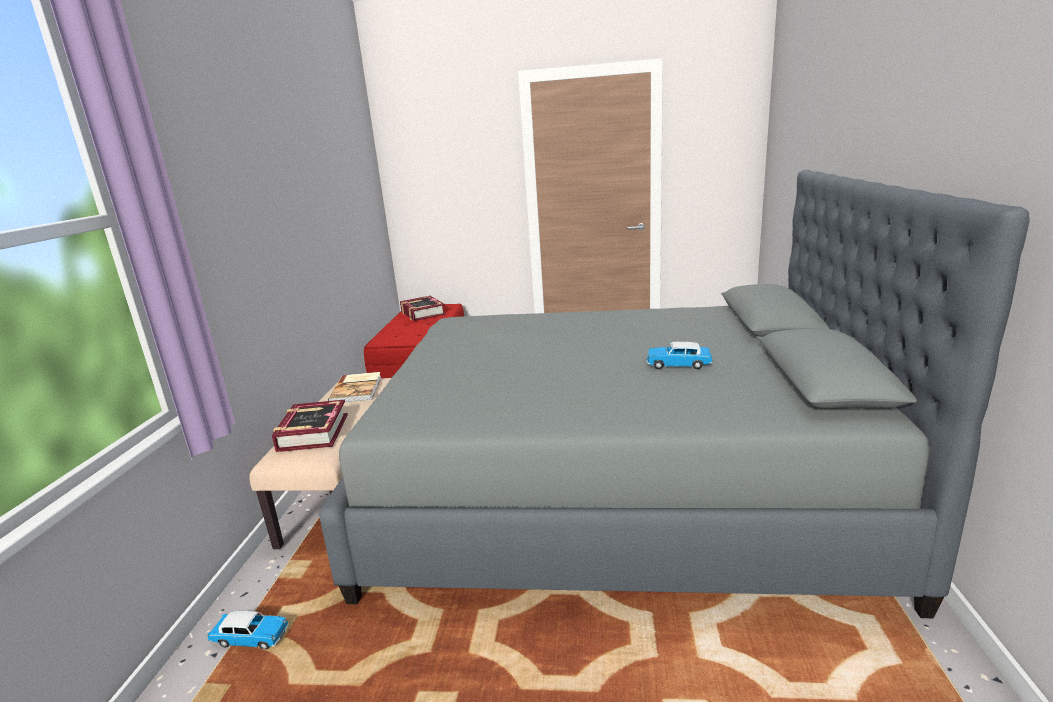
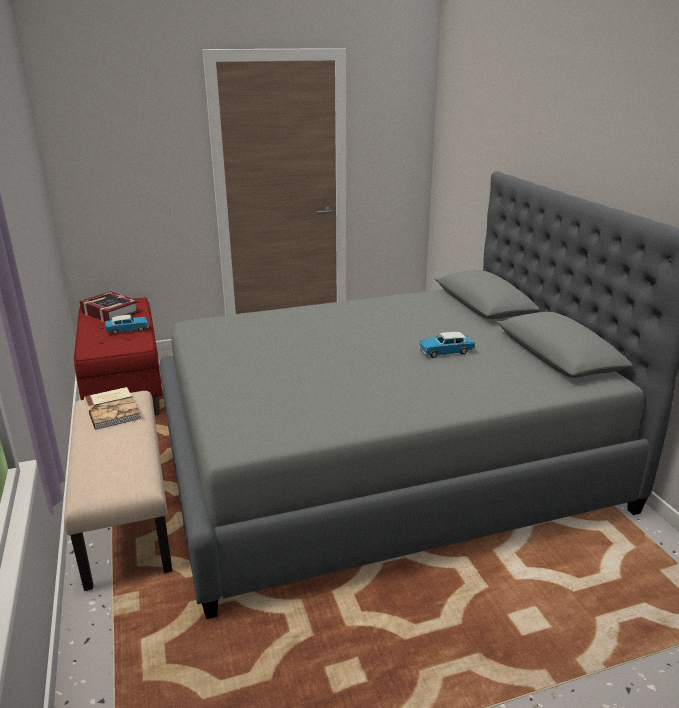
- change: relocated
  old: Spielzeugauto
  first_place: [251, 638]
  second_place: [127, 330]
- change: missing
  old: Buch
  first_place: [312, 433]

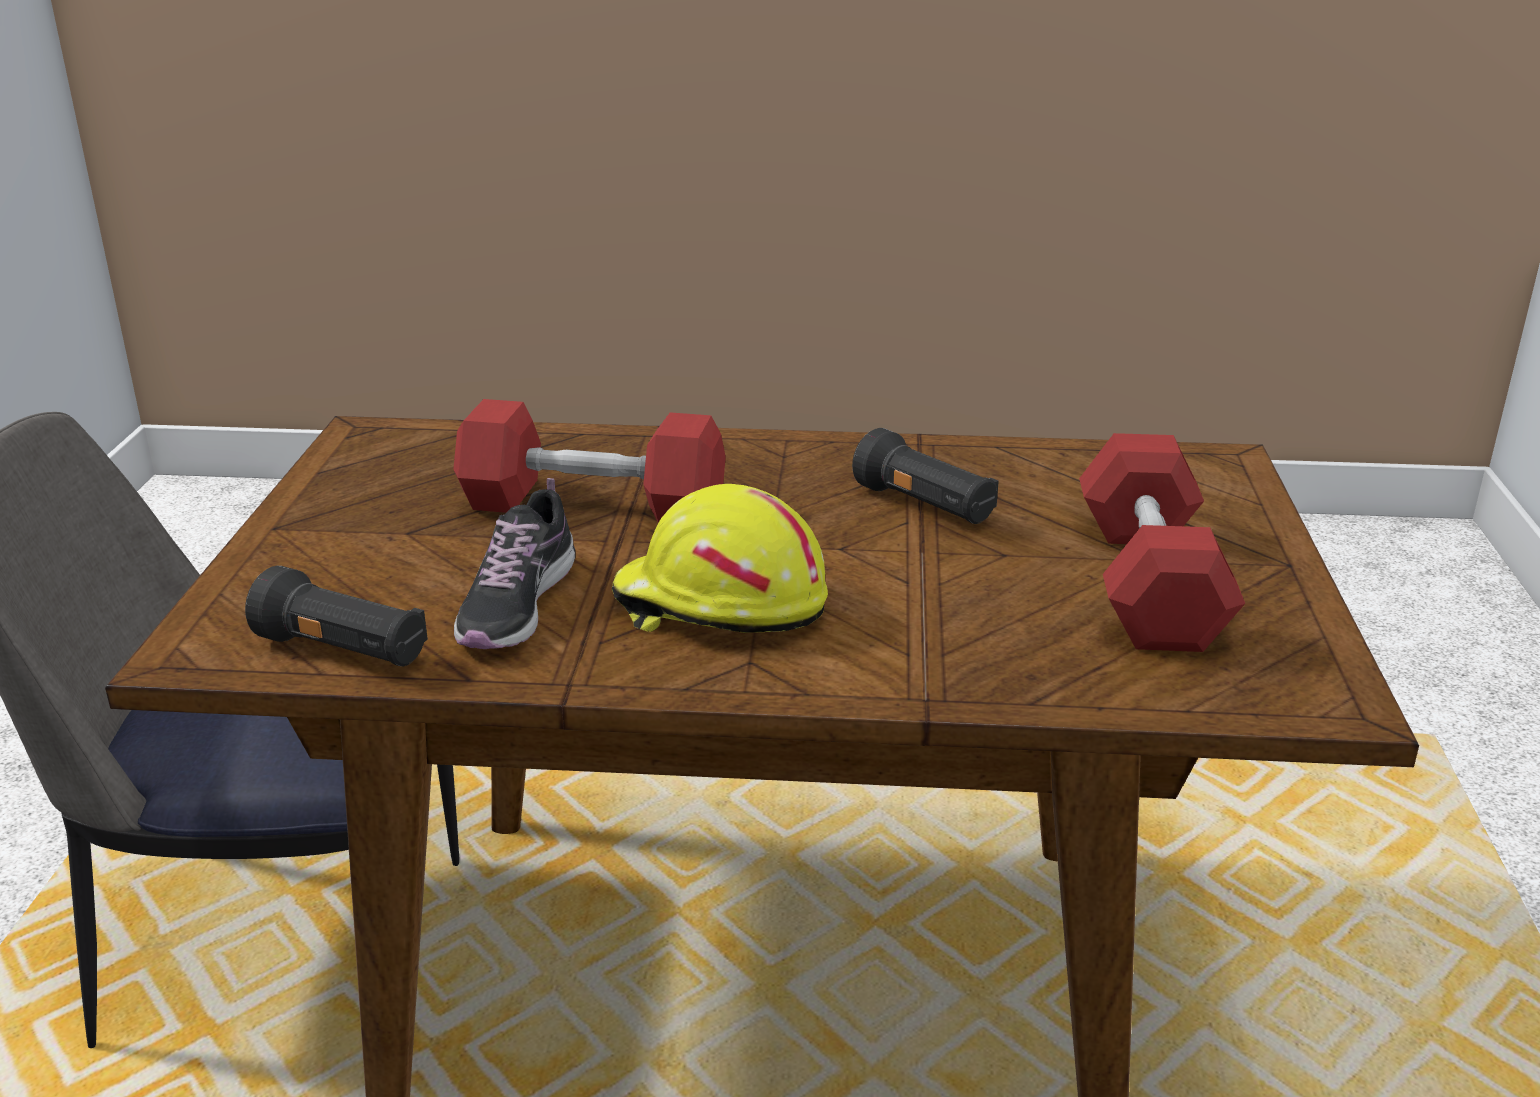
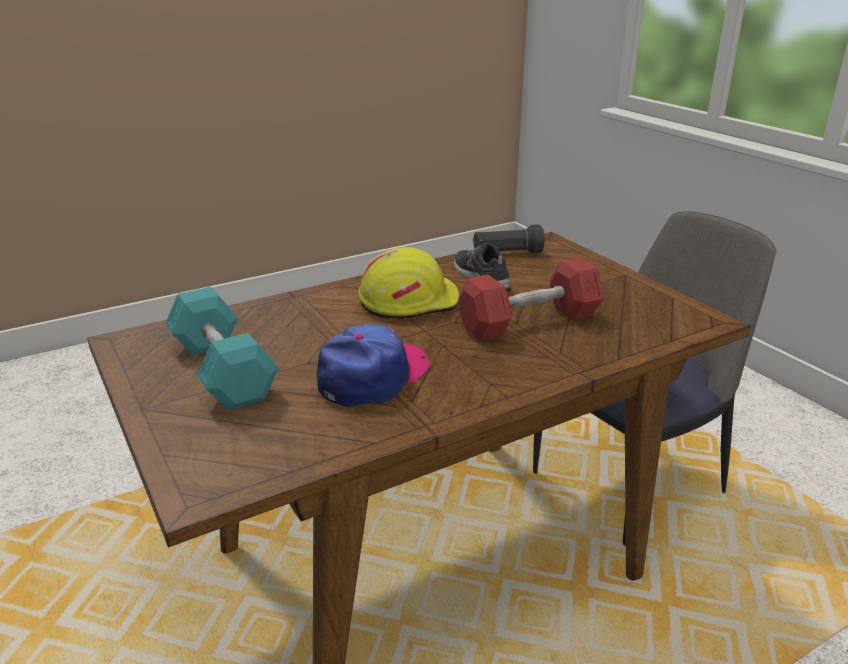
- change: exchanged
  old: Taschenlampe [schwarz]
  new: Kappe
  first_place: [925, 507]
  second_place: [373, 376]
- change: colour
  old: Hantel [rot]
  new: Hantel [türkis]
  first_place: [1149, 583]
  second_place: [222, 370]

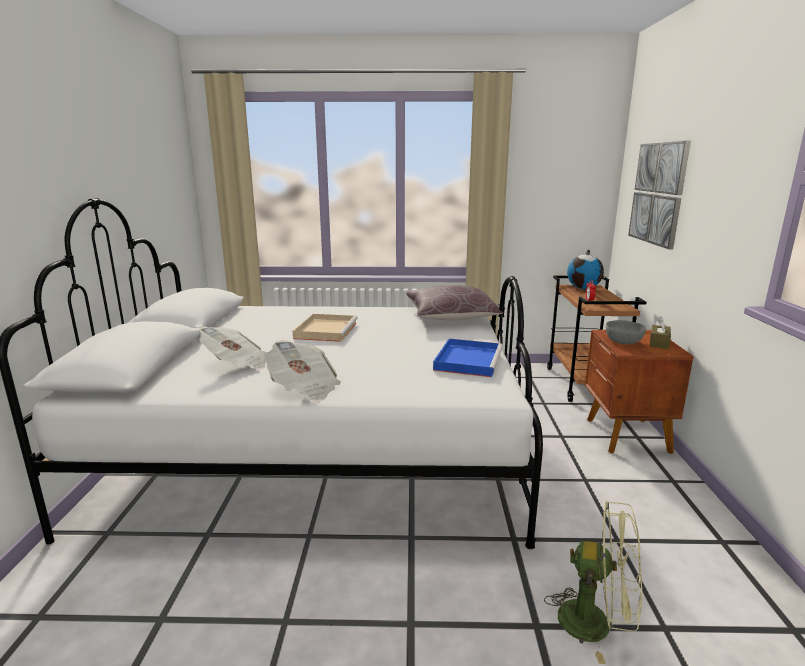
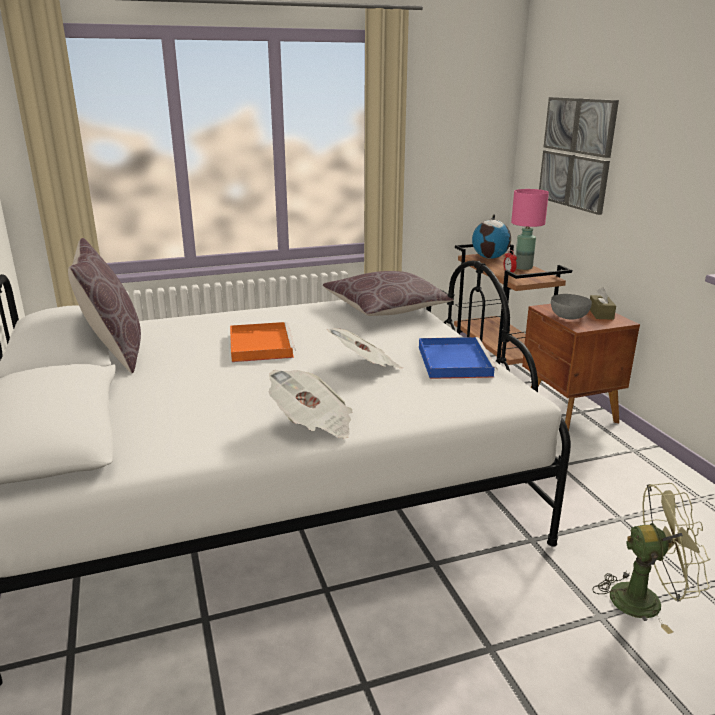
- change: relocated
  old: Zeitung
  first_place: [237, 364]
  second_place: [365, 366]
- change: colour
  old: Tablett [beige]
  new: Tablett [orange]
  first_place: [326, 330]
  second_place: [260, 345]
- change: appeared
  new: Kissen [braun]
  second_place: [114, 352]
- change: appeared
  new: Tischlampe [rosa]
  second_place: [523, 267]

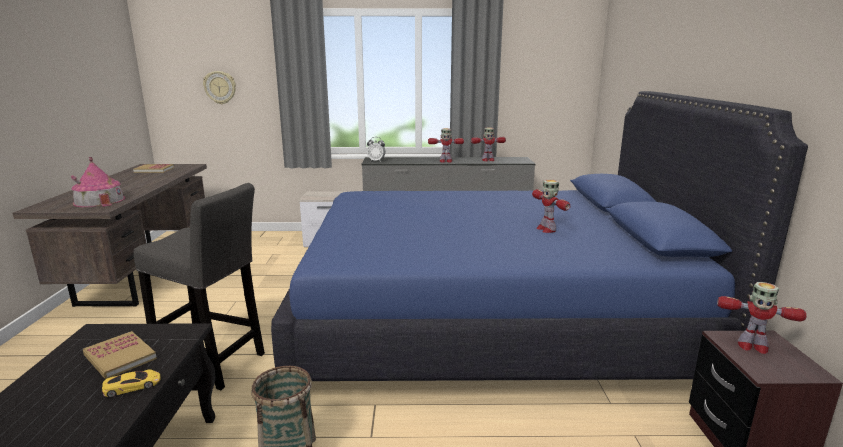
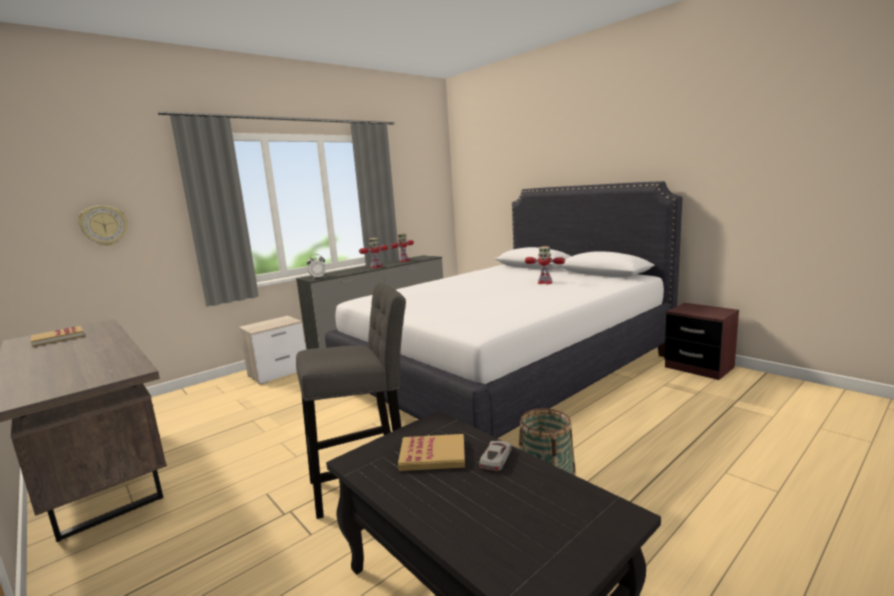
- change: missing
  old: Spielzeughaus
  first_place: [99, 201]
- change: colour
  old: Spielzeugauto [gelb]
  new: Spielzeugauto [grau]
  first_place: [132, 386]
  second_place: [496, 458]
- change: colour
  old: Bett [blau]
  new: Bett [weiß]
  first_place: [490, 323]
  second_place: [507, 371]
- change: missing
  old: Spielzeugroboter
  first_place: [752, 346]

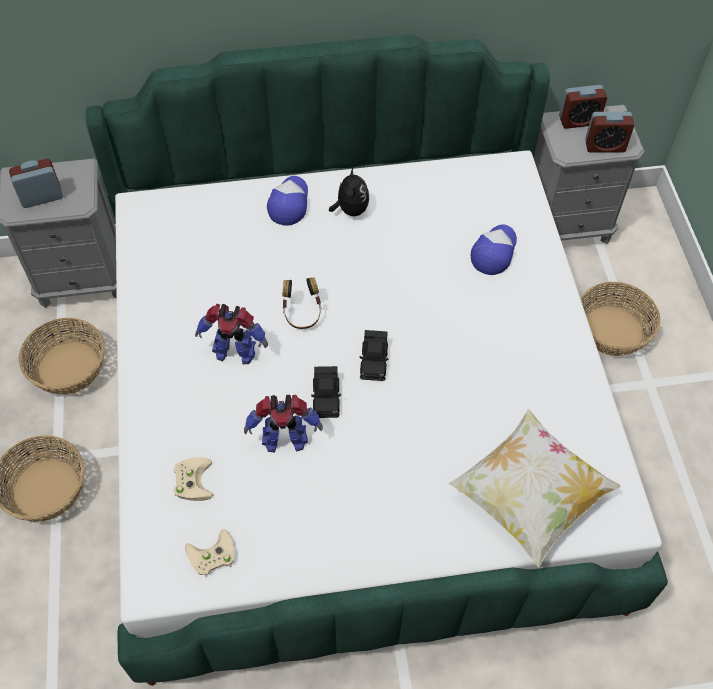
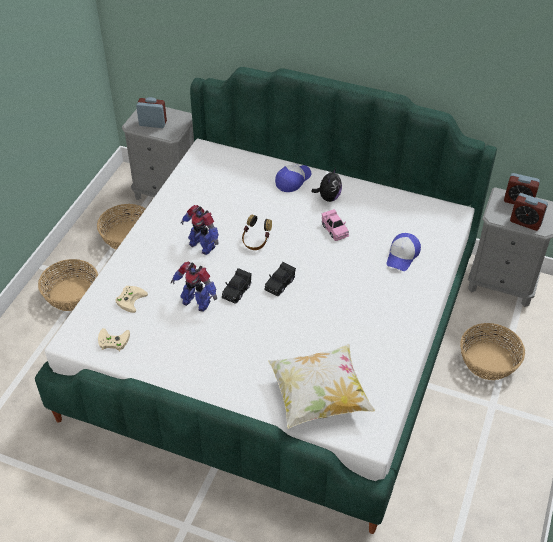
- change: spun
  old: Kappe
  first_place: [494, 252]
  second_place: [402, 255]
  degrees: 150
- change: appeared
  new: Spielzeugauto [rosa]
  second_place: [334, 230]

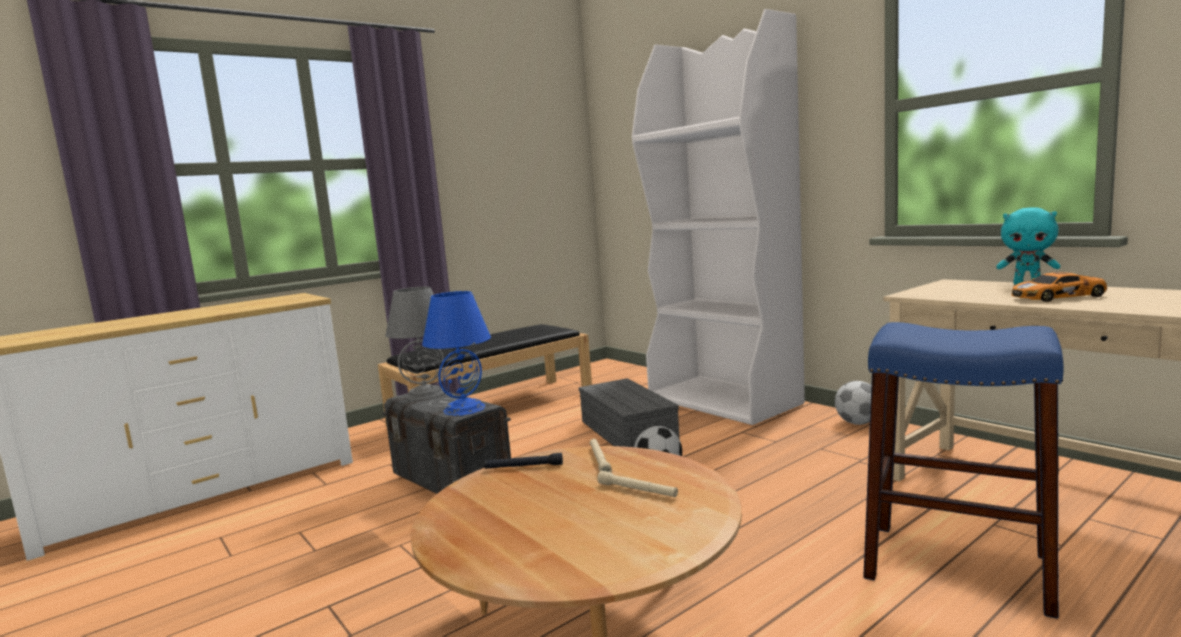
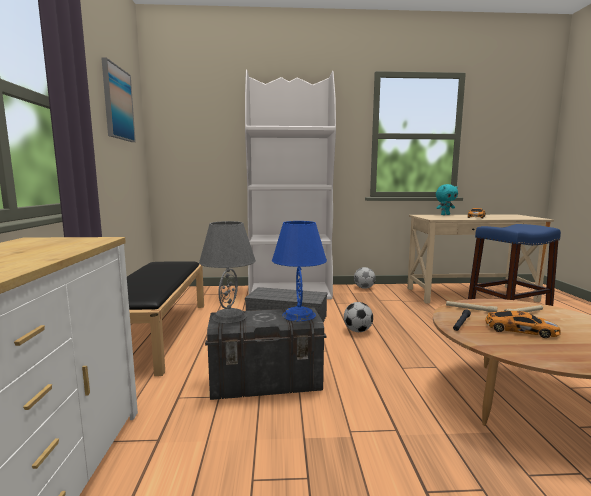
- change: appeared
  new: Bild
  second_place: [117, 103]
- change: appeared
  new: Spielzeugauto
  second_place: [518, 330]

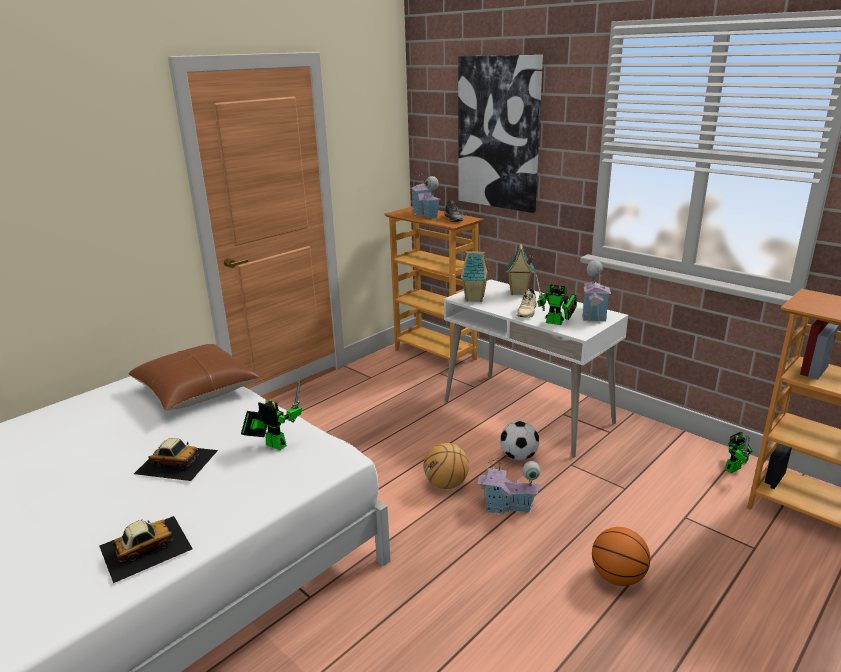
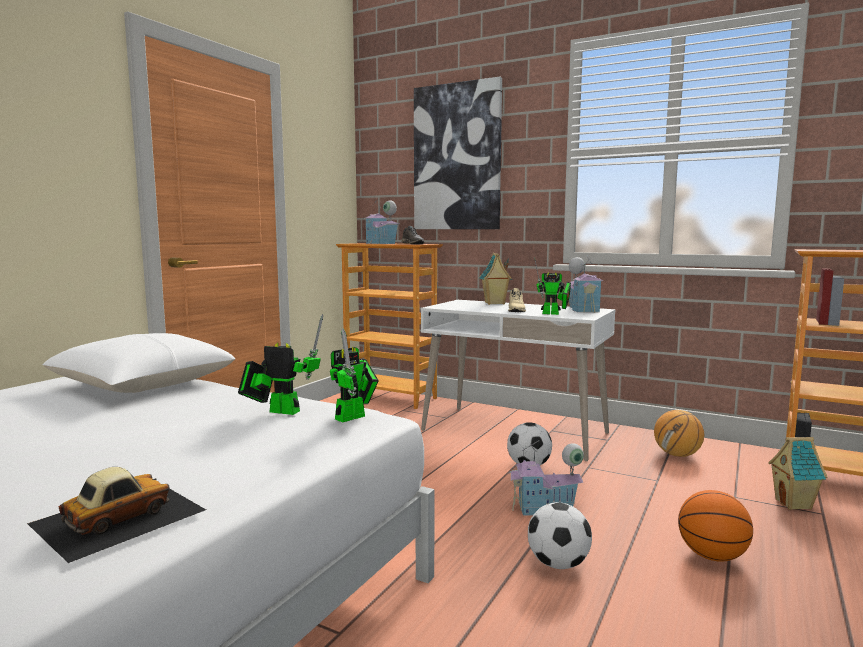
- change: colour
  old: Kissen [braun]
  new: Kissen [weiß]
  first_place: [196, 390]
  second_place: [143, 384]
- change: missing
  old: Spielzeugauto
  first_place: [176, 461]
- change: relocated
  old: Basketball
  first_place: [446, 484]
  second_place: [677, 455]
- change: relocated
  old: Spielzeughaus
  first_place: [475, 299]
  second_place: [794, 504]
- change: relocated
  old: Spielzeugroboter
  first_place: [734, 468]
  second_place: [354, 416]
- change: appeared
  new: Fußball
  second_place: [558, 564]

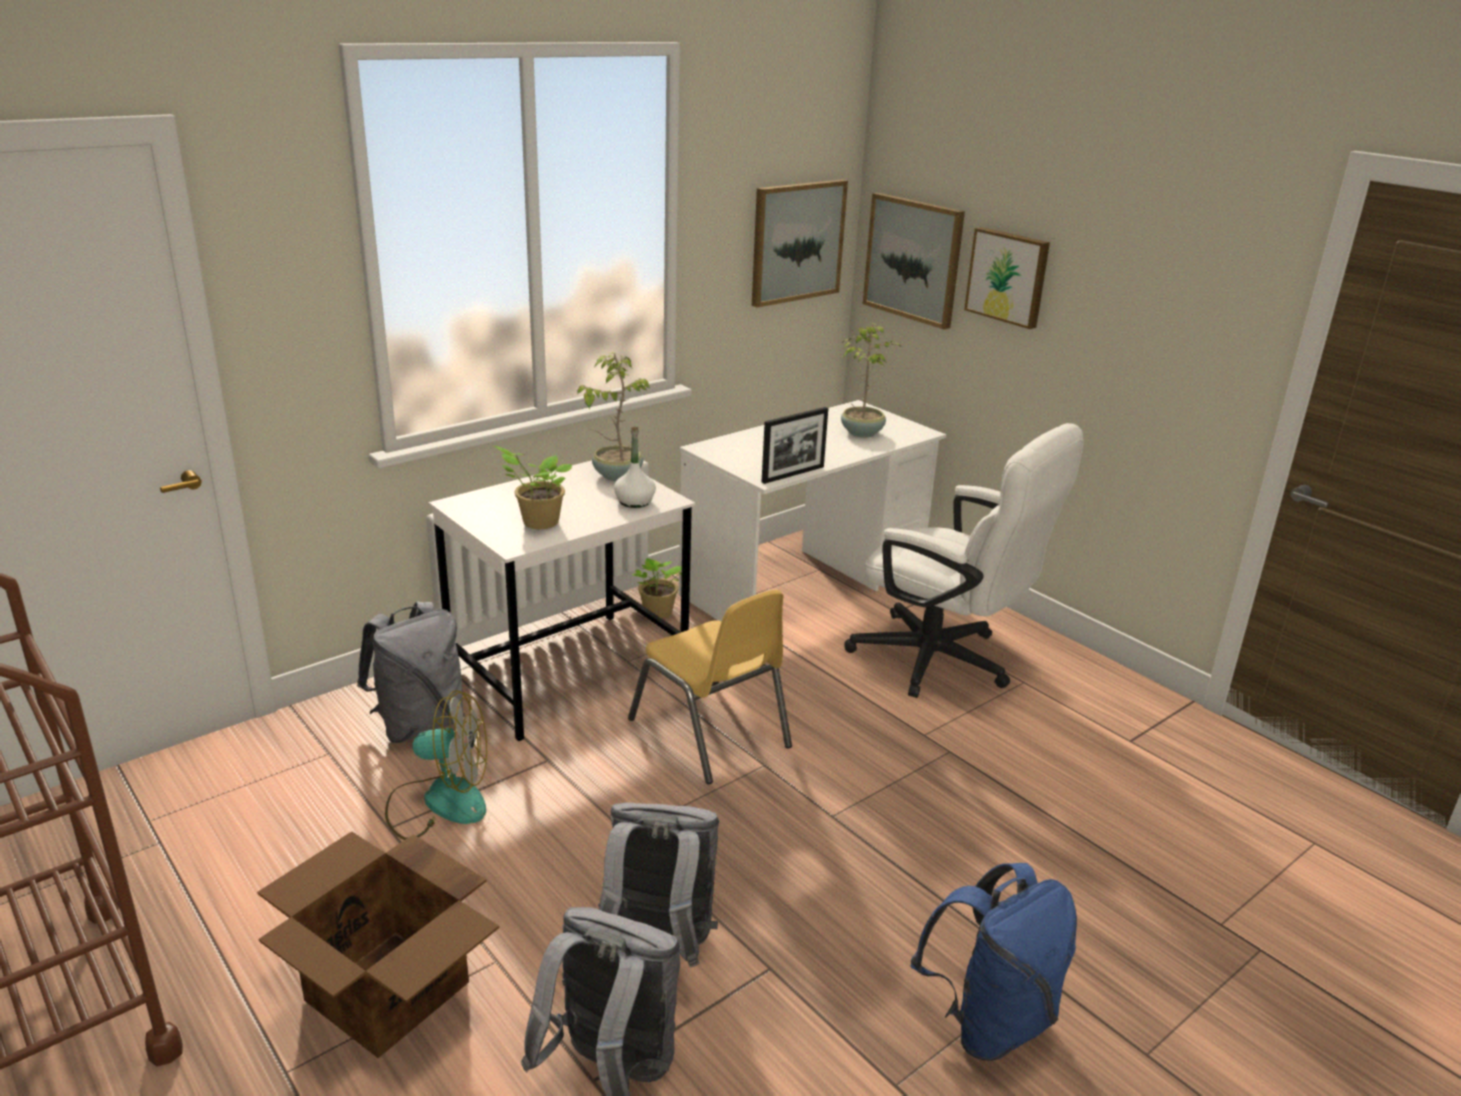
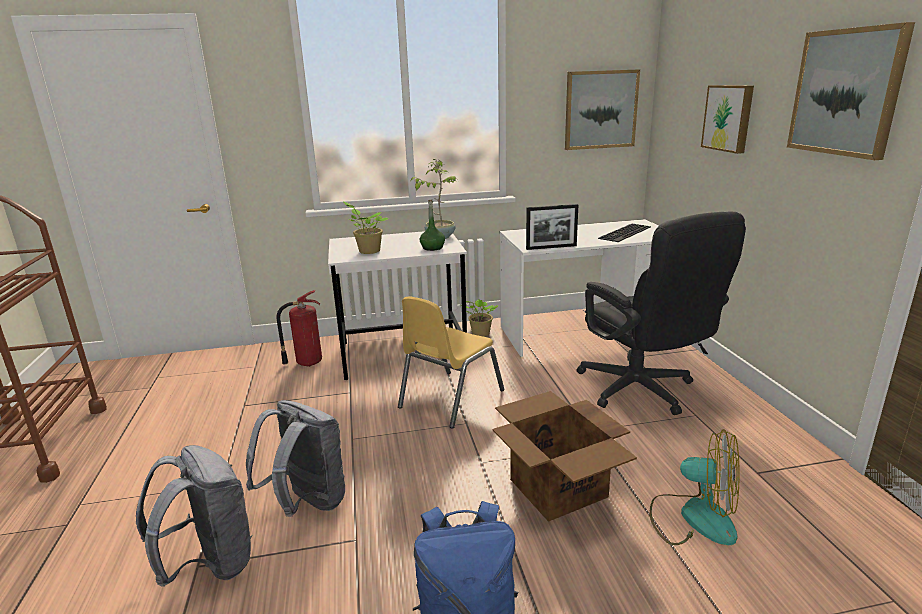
- change: relocated
  old: Karton
  first_place: [388, 993]
  second_place: [558, 489]
- change: exchanged
  old: Rucksack [grau]
  new: Feuerlöscher
  first_place: [419, 724]
  second_place: [307, 362]
- change: relocated
  old: Ventilator
  first_place: [439, 802]
  second_place: [693, 517]
- change: colour
  old: Flasche [weiß]
  new: Flasche [grün]
  first_place: [634, 501]
  second_place: [432, 248]
- change: spun
  old: Stuhl [gelb]
  first_place: [710, 733]
  second_place: [450, 399]
  degrees: 45
- change: exchanged
  old: Topfpflanze
  new: Tastatur
  first_place: [862, 432]
  second_place: [626, 233]
- change: colour
  old: Bürostuhl [weiß]
  new: Bürostuhl [schwarz]
  first_place: [944, 663]
  second_place: [642, 392]
- change: relocated
  old: Bild
  first_place: [913, 259]
  second_place: [846, 92]

